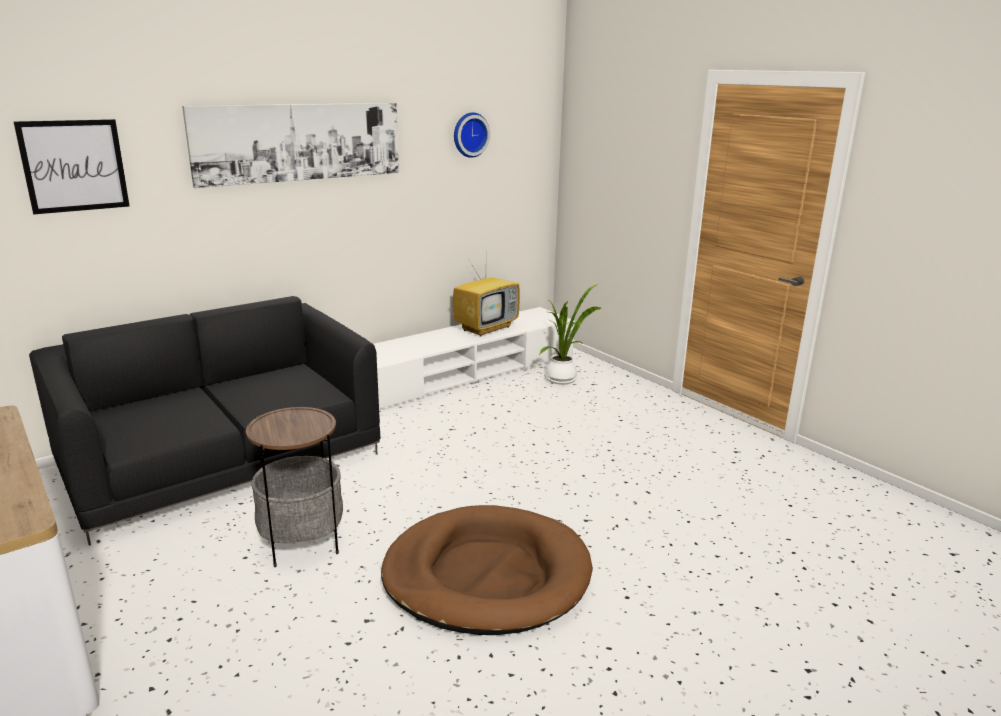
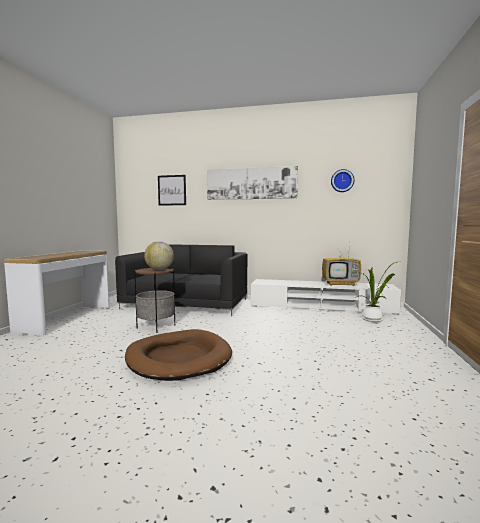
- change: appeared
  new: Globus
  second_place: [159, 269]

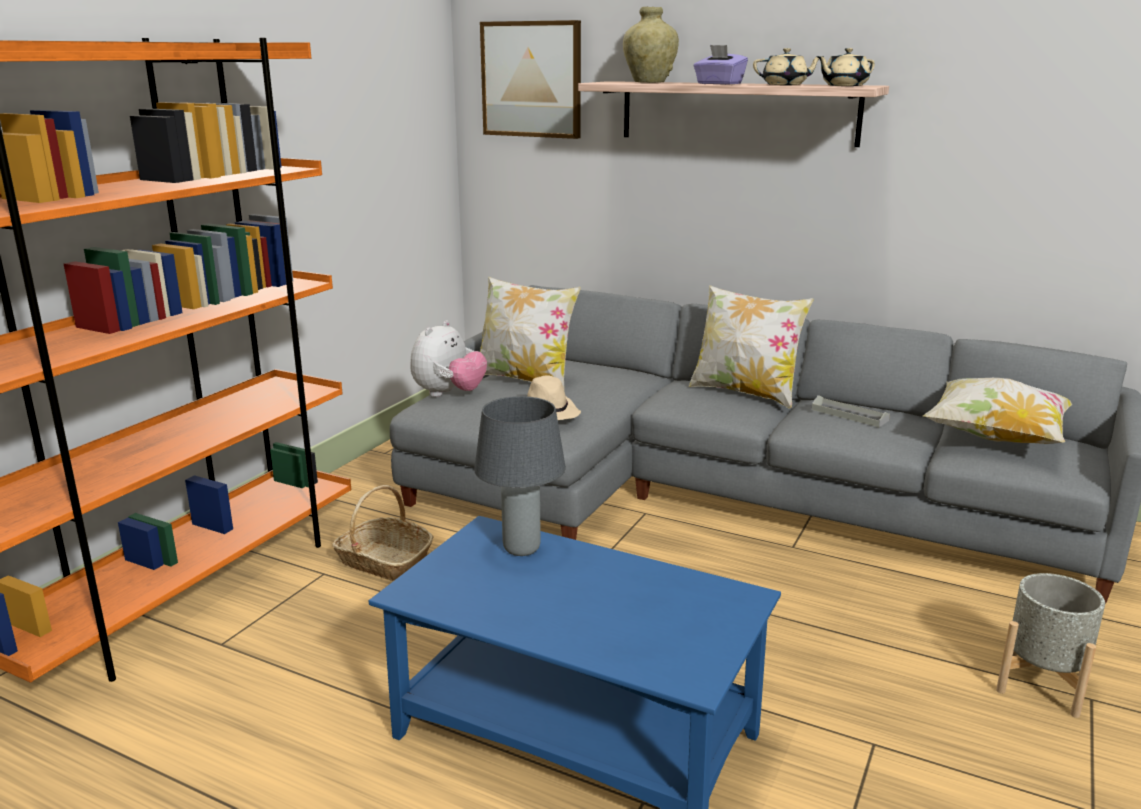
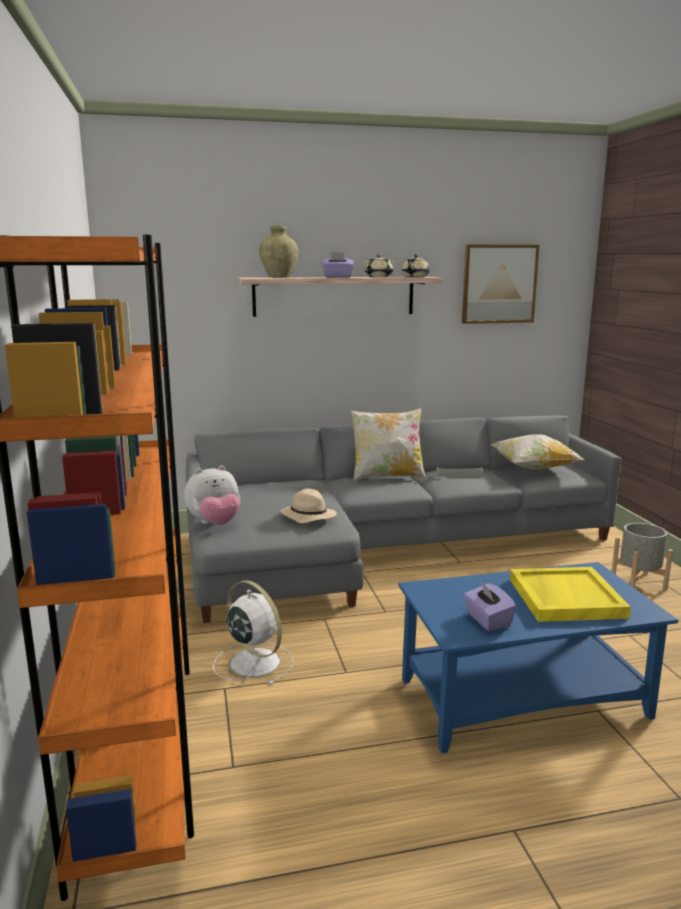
- change: exchanged
  old: Korb
  new: Ventilator [weiß]
  first_place: [383, 561]
  second_place: [253, 662]
- change: spun
  old: Plüschtier
  first_place: [449, 394]
  second_place: [215, 524]
  degrees: 75
- change: missing
  old: Tischlampe [grau]
  first_place: [520, 549]
- change: relocated
  old: Bild
  first_place: [532, 79]
  second_place: [499, 284]
- change: missing
  old: Kissen
  first_place: [525, 379]
- change: appeared
  new: Taschentuchbox [lila]
  second_place: [487, 620]
- change: appeared
  new: Tablett [gelb]
  second_place: [564, 597]

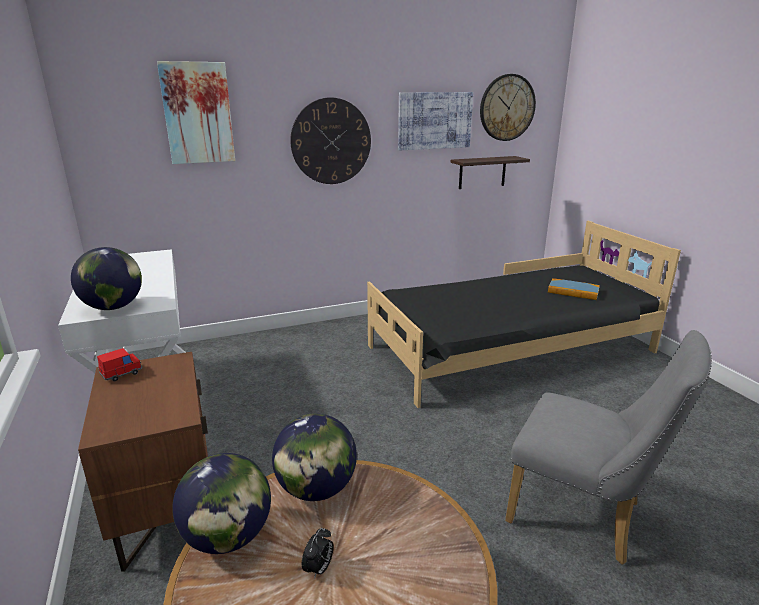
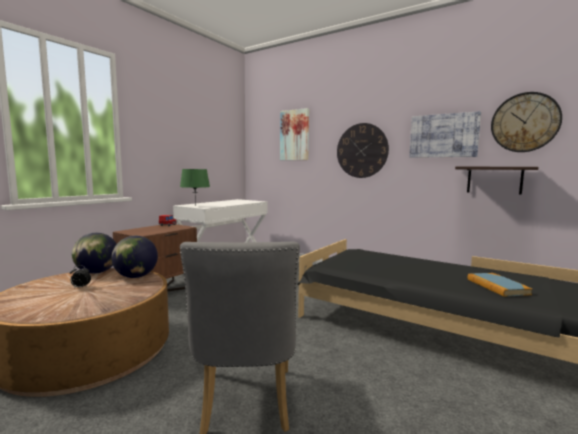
- change: exchanged
  old: Globus
  new: Tischlampe [grün]
  first_place: [114, 307]
  second_place: [195, 205]

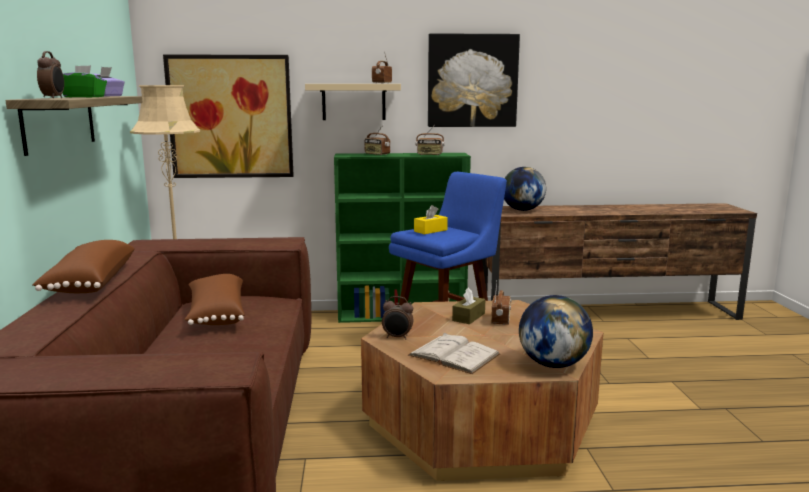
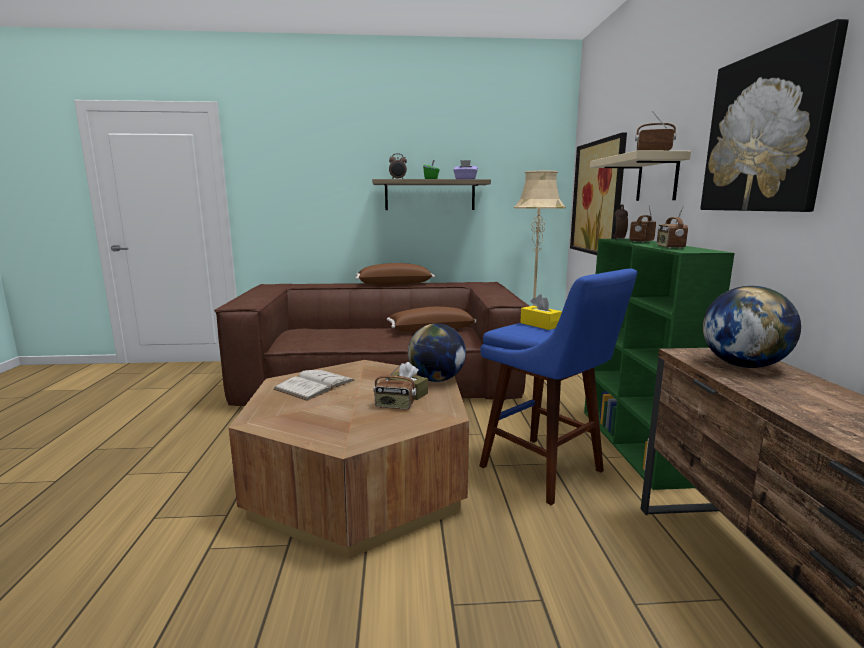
- change: relocated
  old: Wecker
  first_place: [397, 337]
  second_place: [618, 239]
- change: relocated
  old: Globus
  first_place: [553, 364]
  second_place: [436, 379]

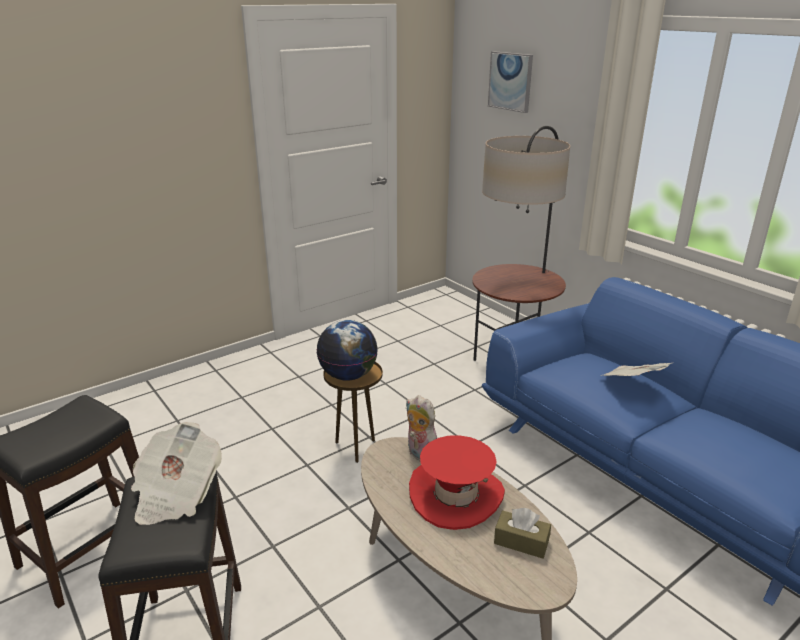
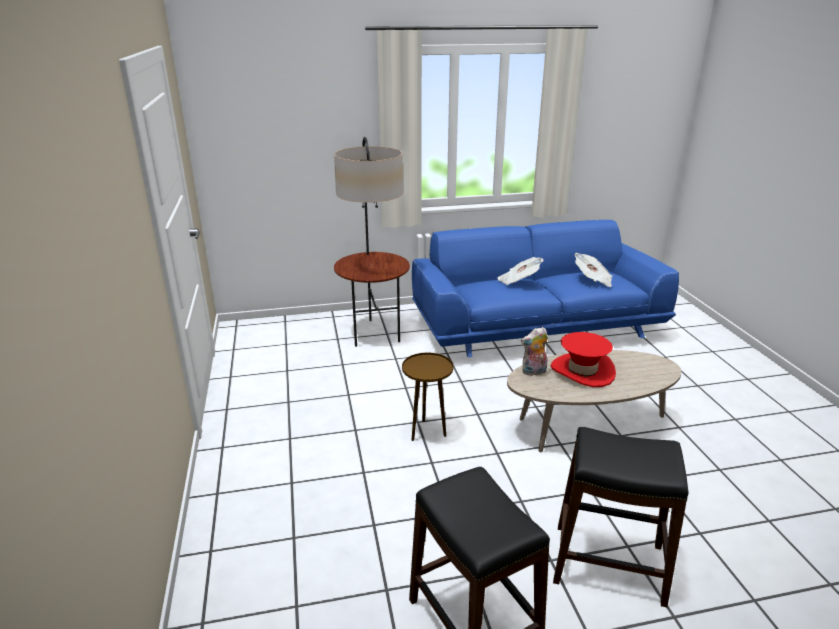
- change: relocated
  old: Zeitung
  first_place: [176, 493]
  second_place: [593, 280]
- change: missing
  old: Globus
  first_place: [348, 375]
- change: missing
  old: Bild
  first_place: [510, 81]
- change: missing
  old: Taschentuchbox [braun]
  first_place: [521, 542]

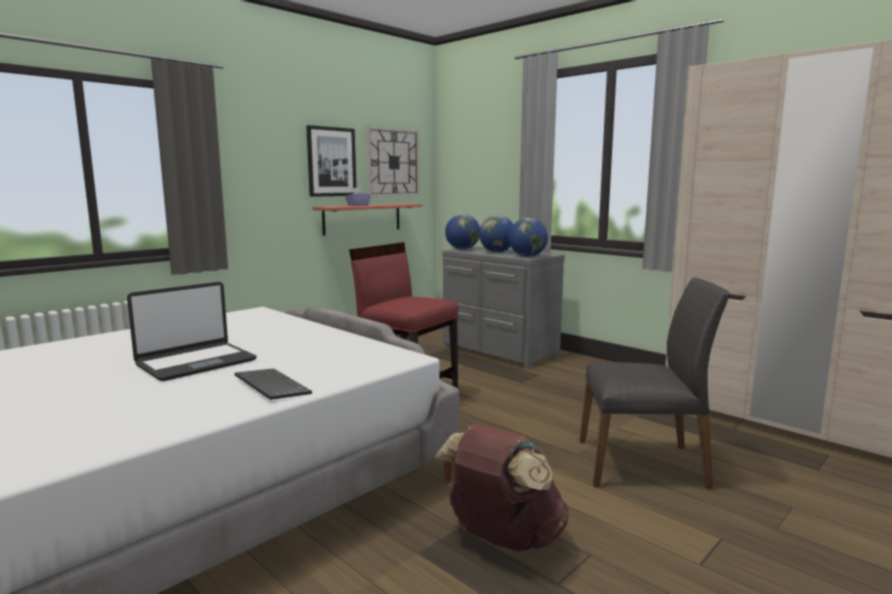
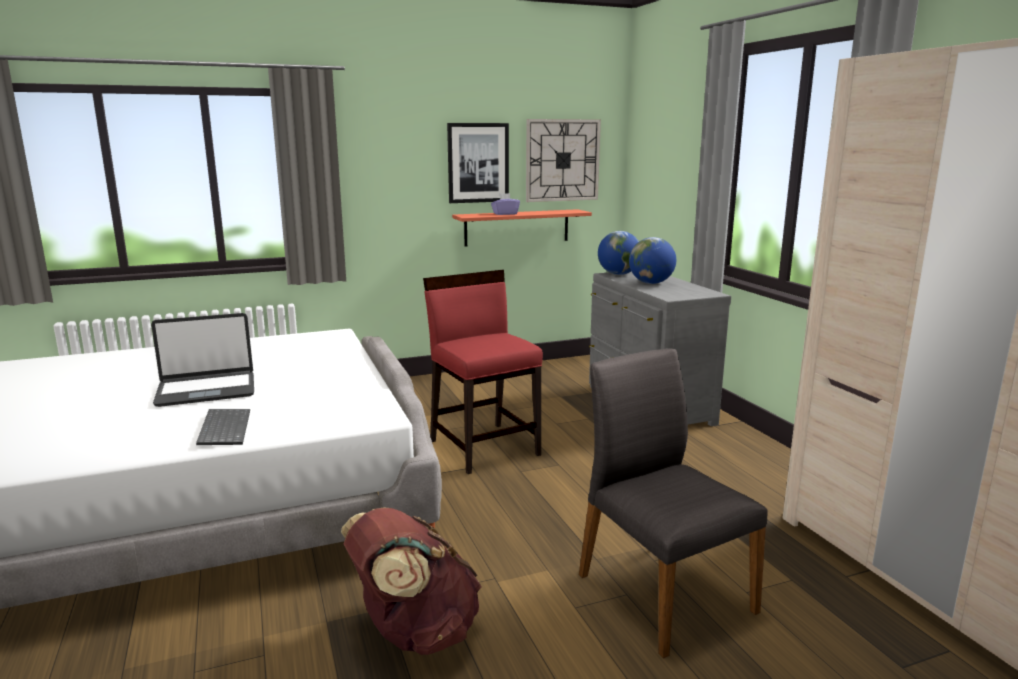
- change: missing
  old: Globus
  first_place: [527, 256]
- change: spun
  old: Stuhl [grau]
  first_place: [643, 464]
  second_place: [661, 592]
  degrees: -150

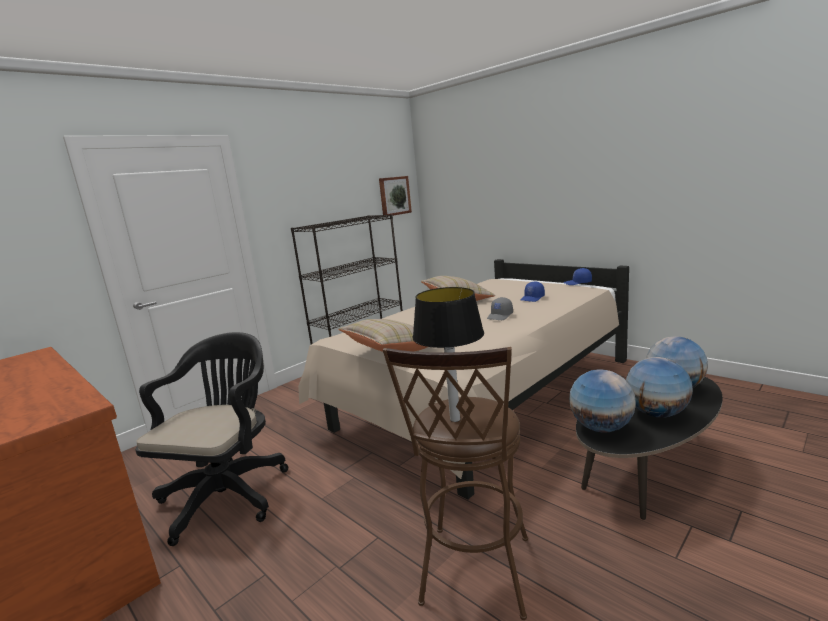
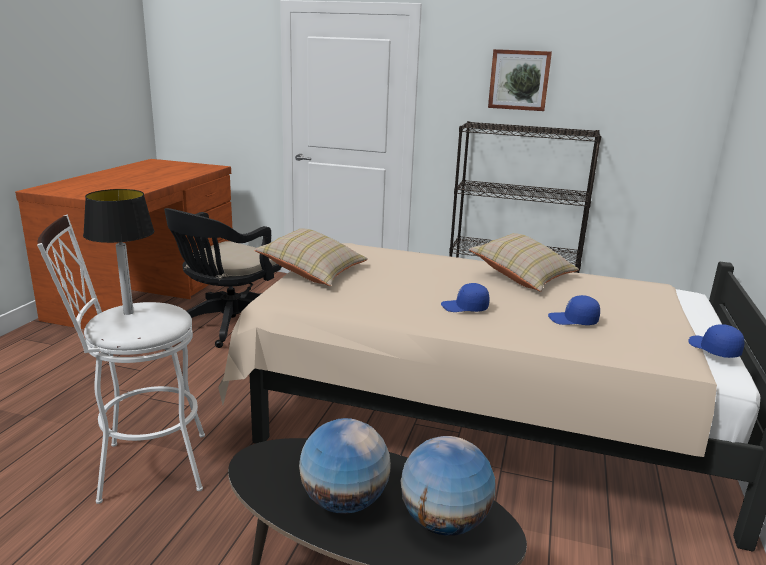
- change: spun
  old: Bürostuhl [schwarz]
  first_place: [228, 493]
  second_place: [228, 326]
  degrees: 135
- change: relocated
  old: Bild
  first_place: [394, 196]
  second_place: [519, 80]
- change: colour
  old: Hocker [braun]
  new: Hocker [weiß]
  first_place: [474, 578]
  second_place: [143, 467]
- change: colour
  old: Kappe [grau]
  new: Kappe [blau]
  first_place: [500, 316]
  second_place: [464, 308]
- change: missing
  old: Globus
  first_place: [601, 427]

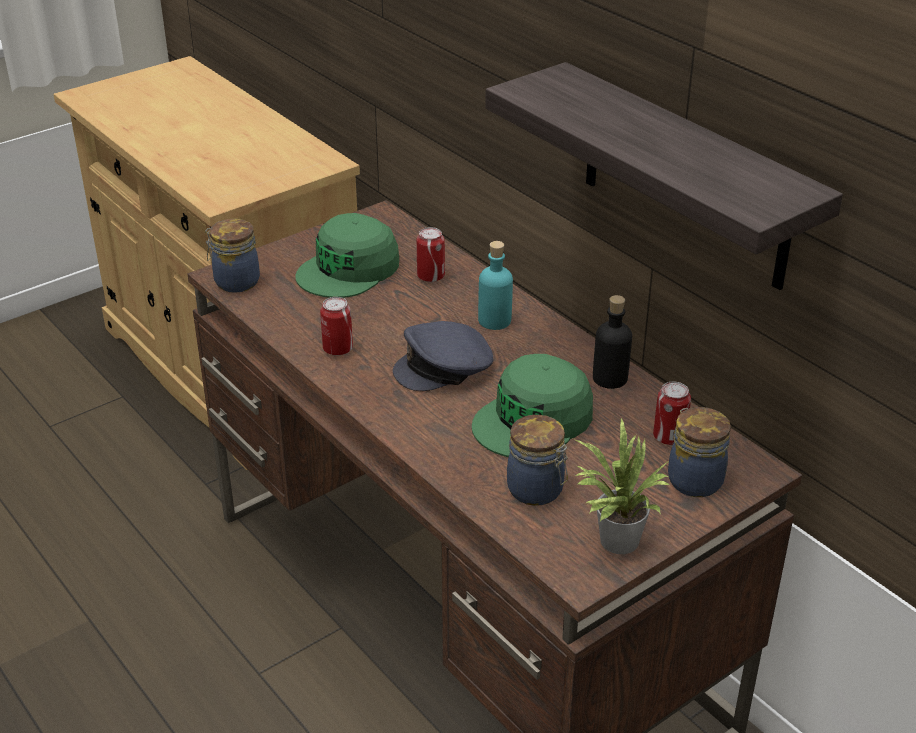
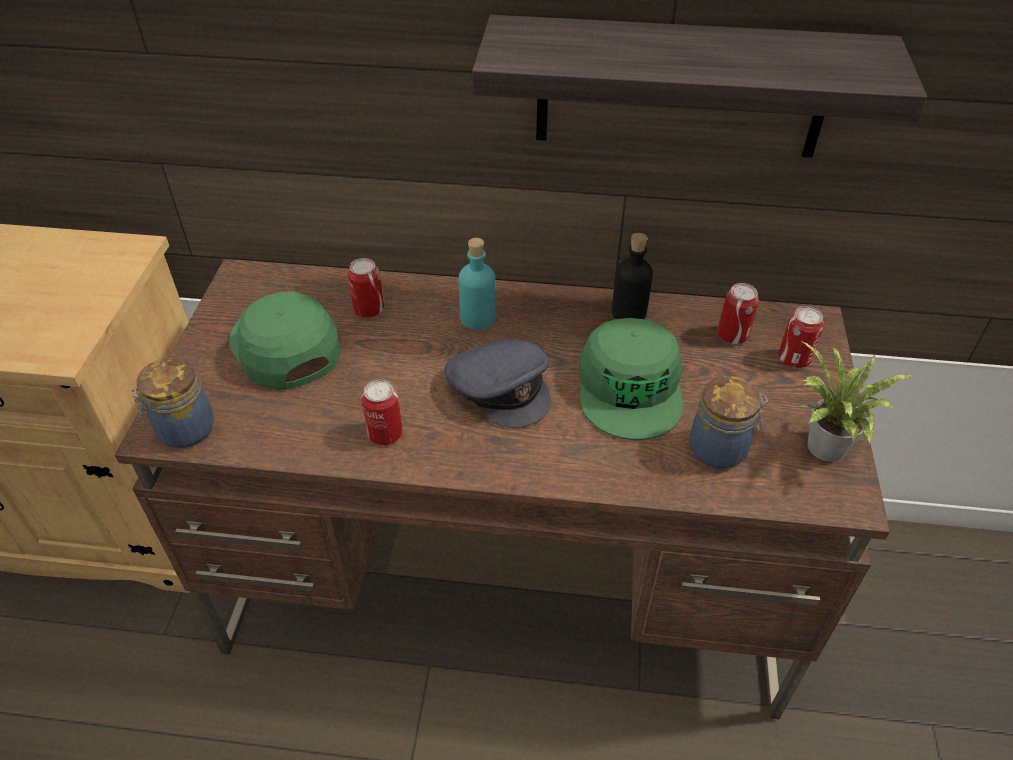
- change: spun
  old: Kappe [grün]
  first_place: [349, 269]
  second_place: [284, 347]
  degrees: 150
- change: spun
  old: Kappe [grau]
  first_place: [445, 368]
  second_place: [501, 388]
  degrees: -60
- change: exchanged
  old: Vorratsglas
  new: Dose
  first_place: [693, 479]
  second_place: [794, 359]

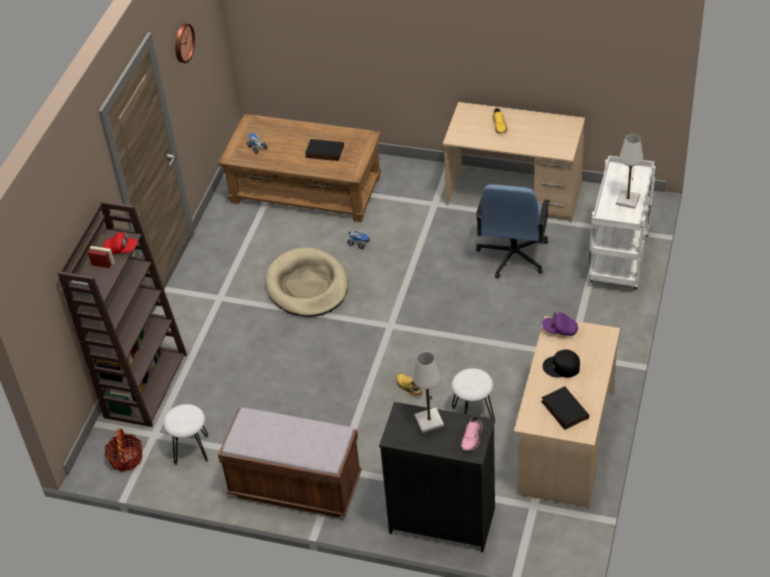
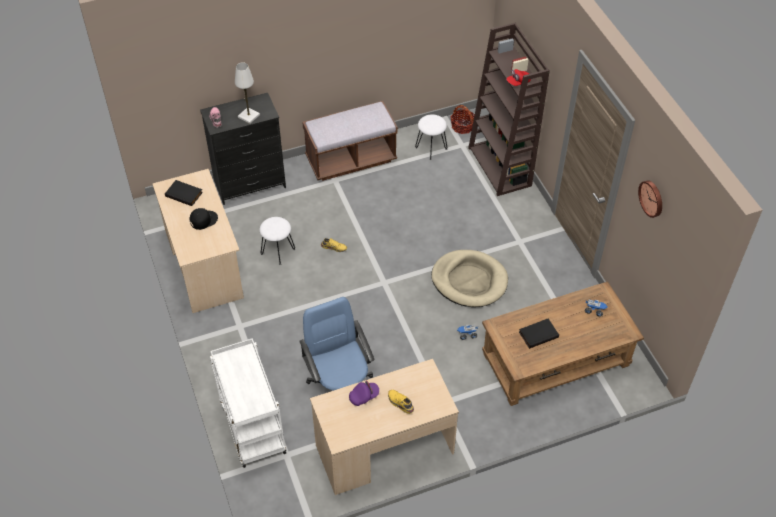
- change: relocated
  old: Kappe [lila]
  first_place: [560, 330]
  second_place: [364, 396]
- change: missing
  old: Tischlampe [weiß]
  first_place: [628, 200]

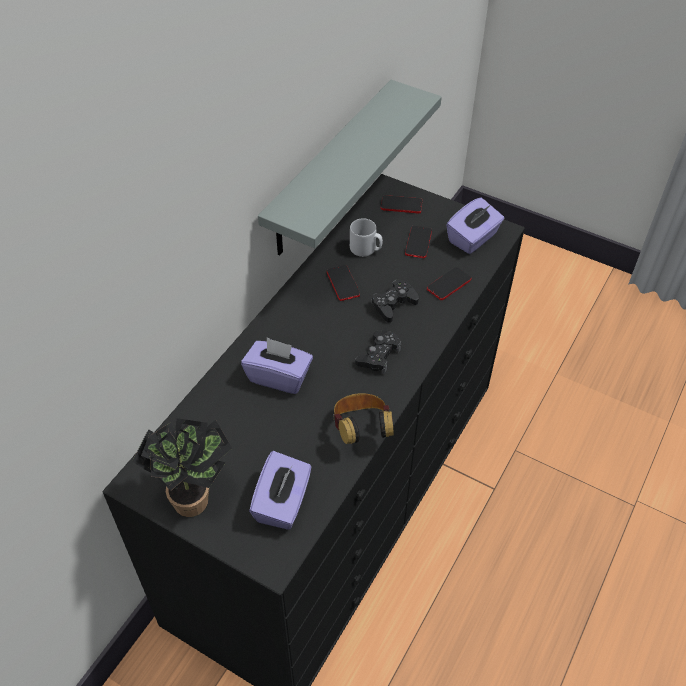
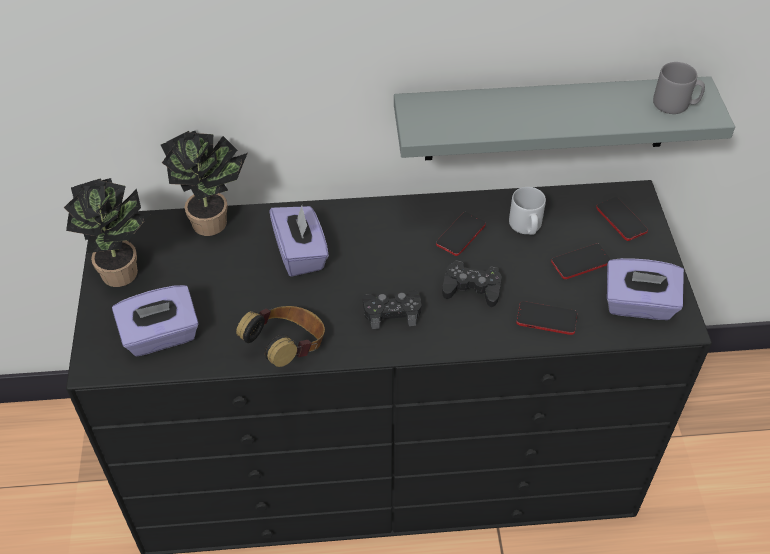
- change: appeared
  new: Topfpflanze
  second_place: [215, 222]
- change: appeared
  new: Henkelbecher [grau]
  second_place: [675, 104]

